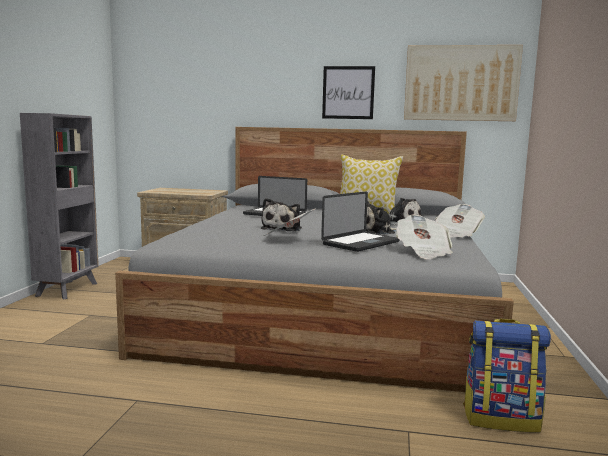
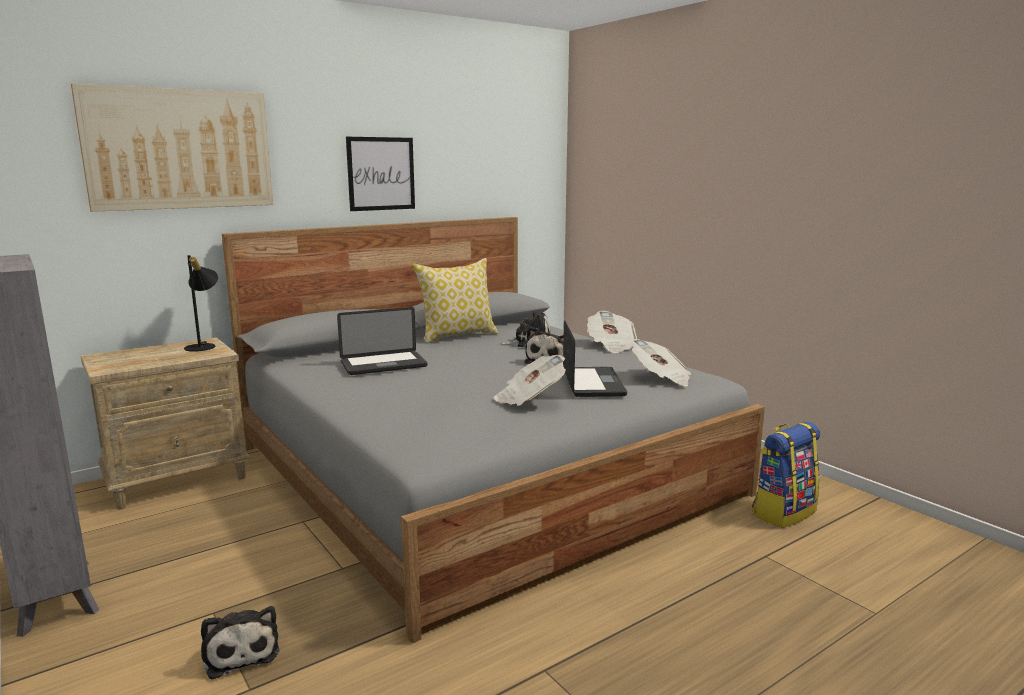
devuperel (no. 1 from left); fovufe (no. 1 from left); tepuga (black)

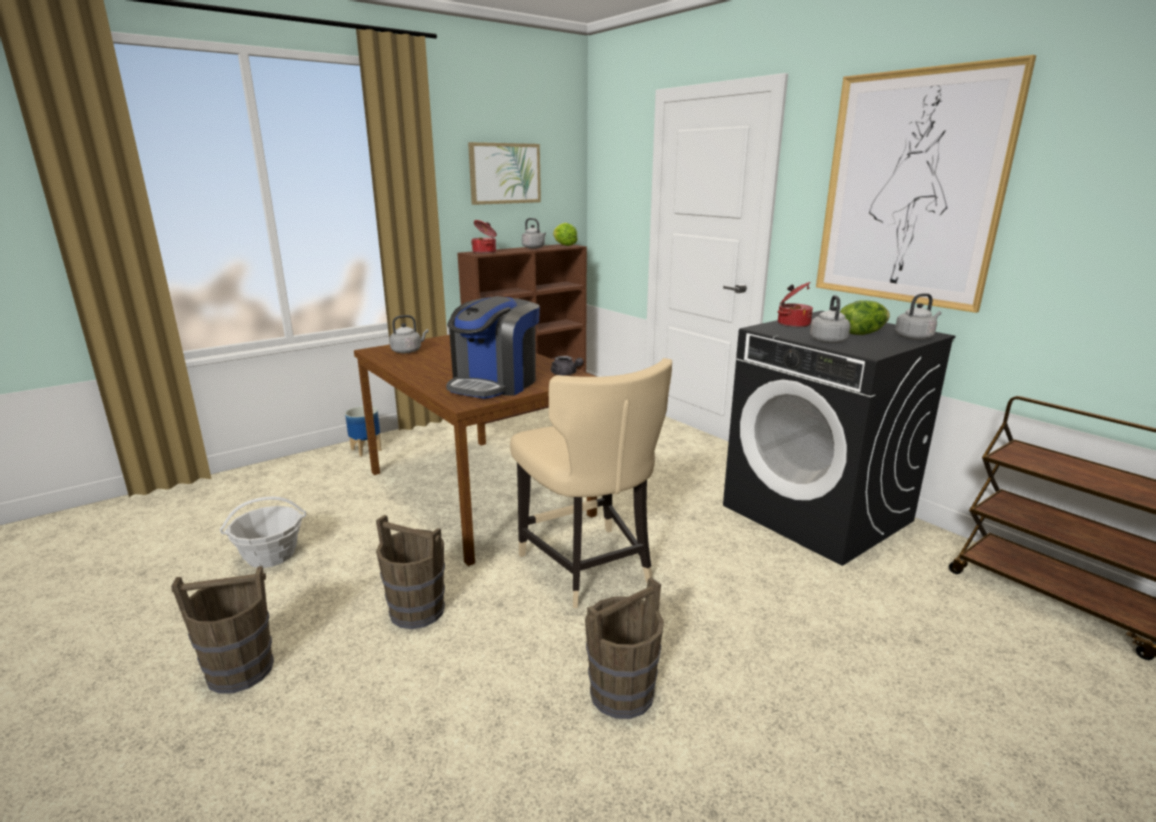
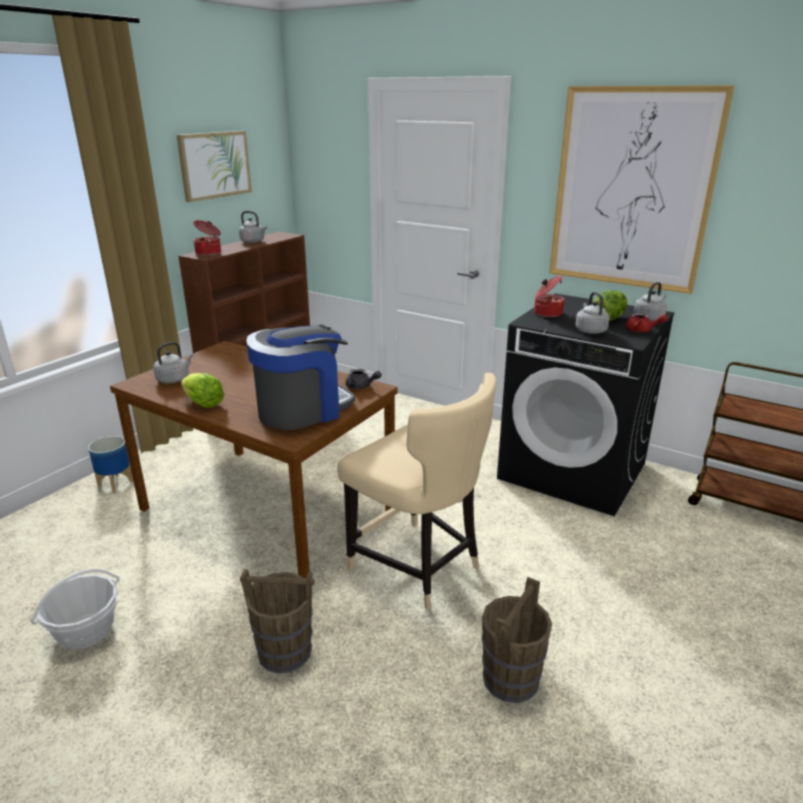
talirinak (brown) (no. 1 from left in the first image); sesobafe; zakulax (no. 1 from left); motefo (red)

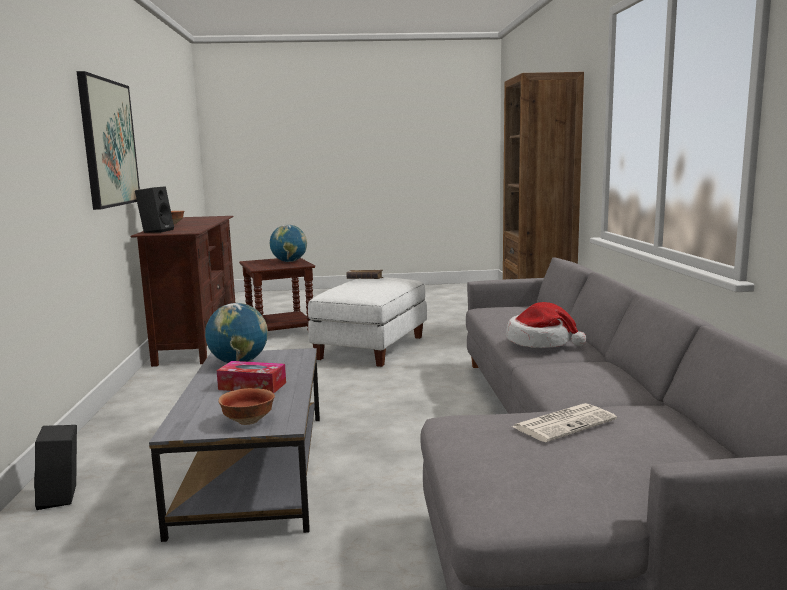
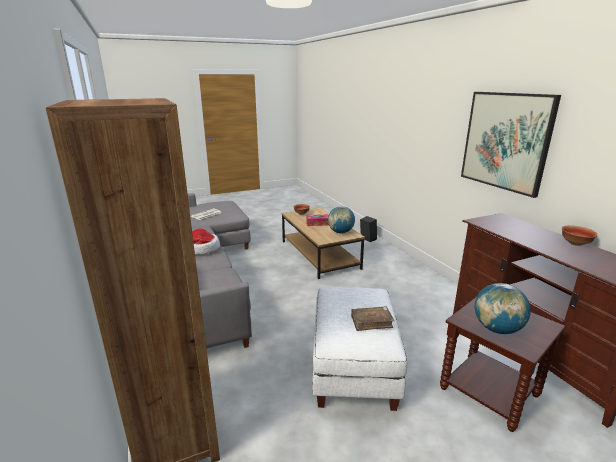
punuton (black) (no. 2 from left in the first image); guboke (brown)

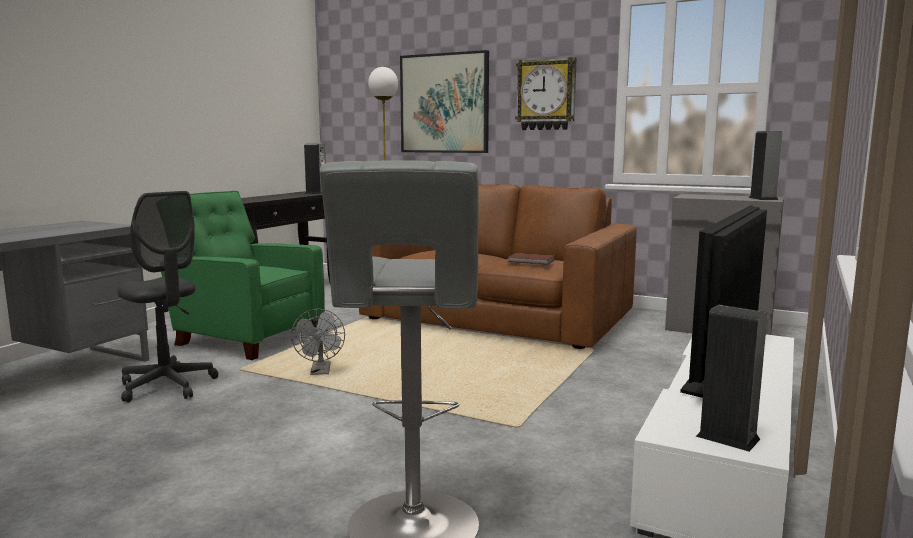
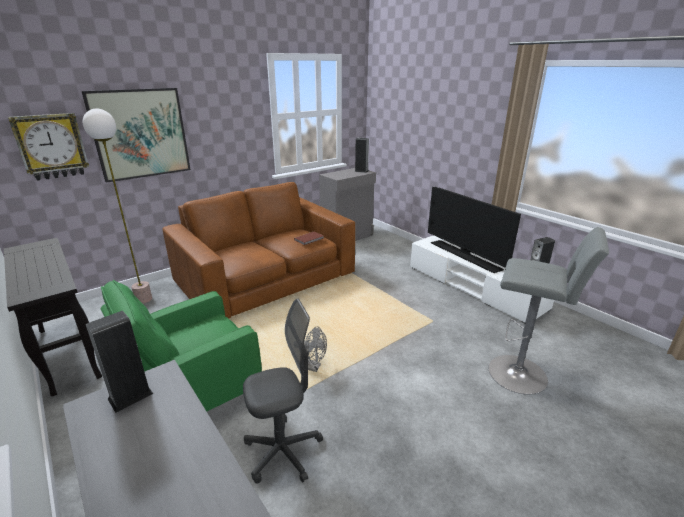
punuton (no. 1 from left); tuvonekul

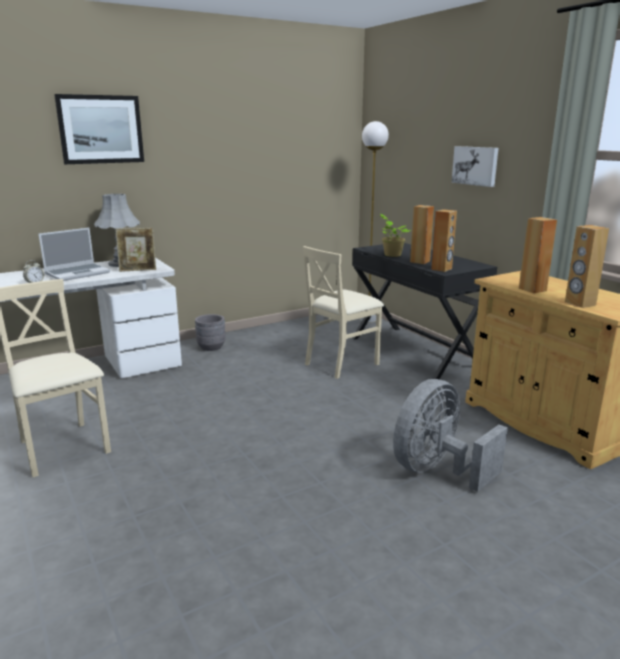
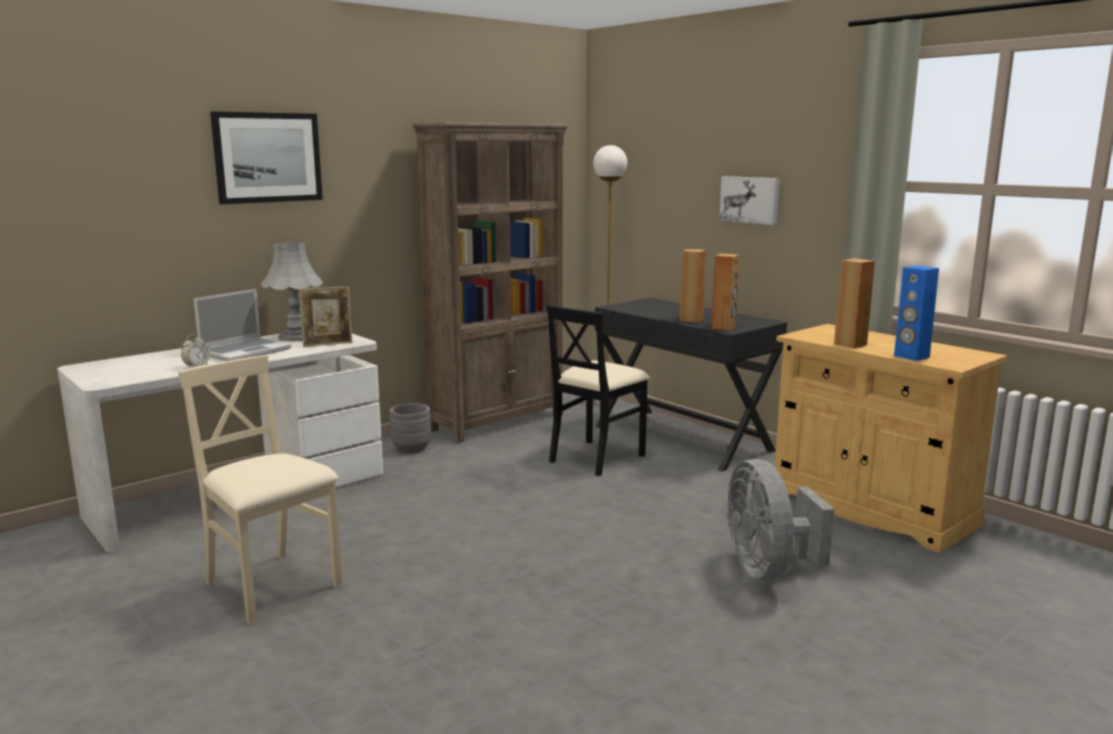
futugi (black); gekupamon; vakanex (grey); punuton (blue); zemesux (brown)

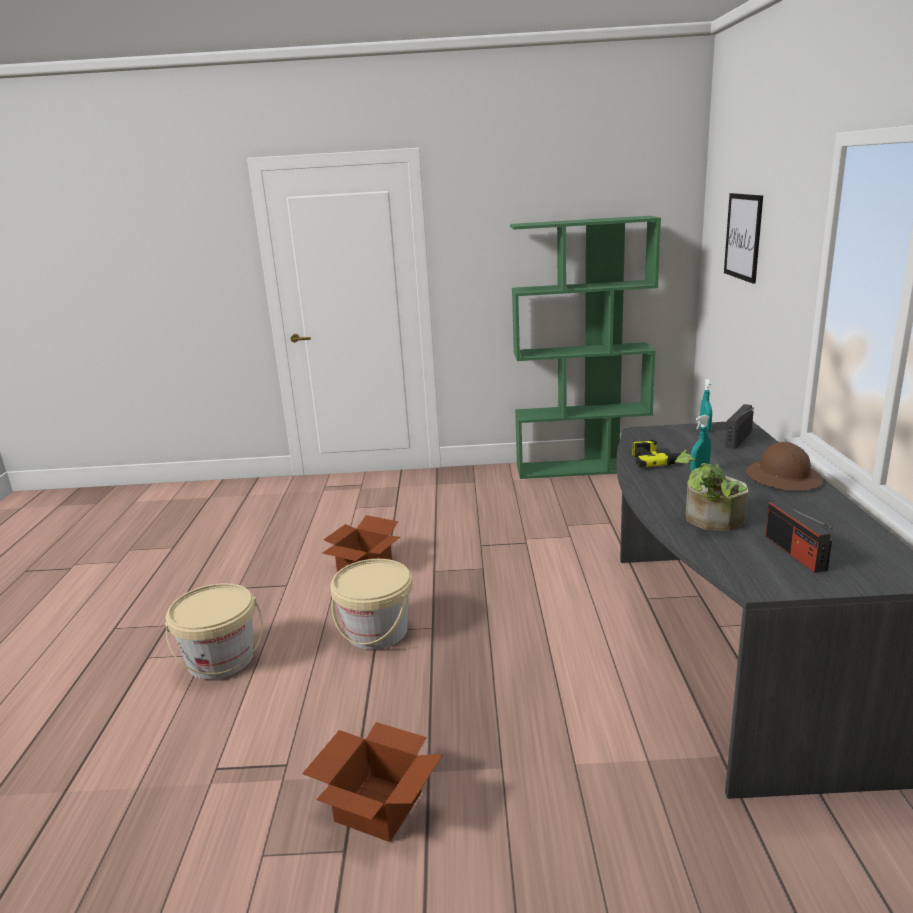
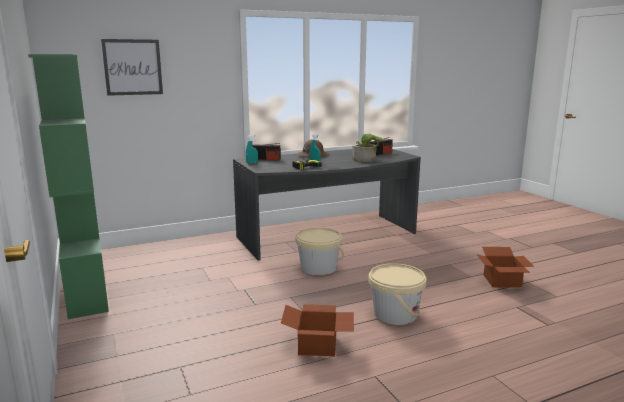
talirinak (beige) (no. 1 from left)

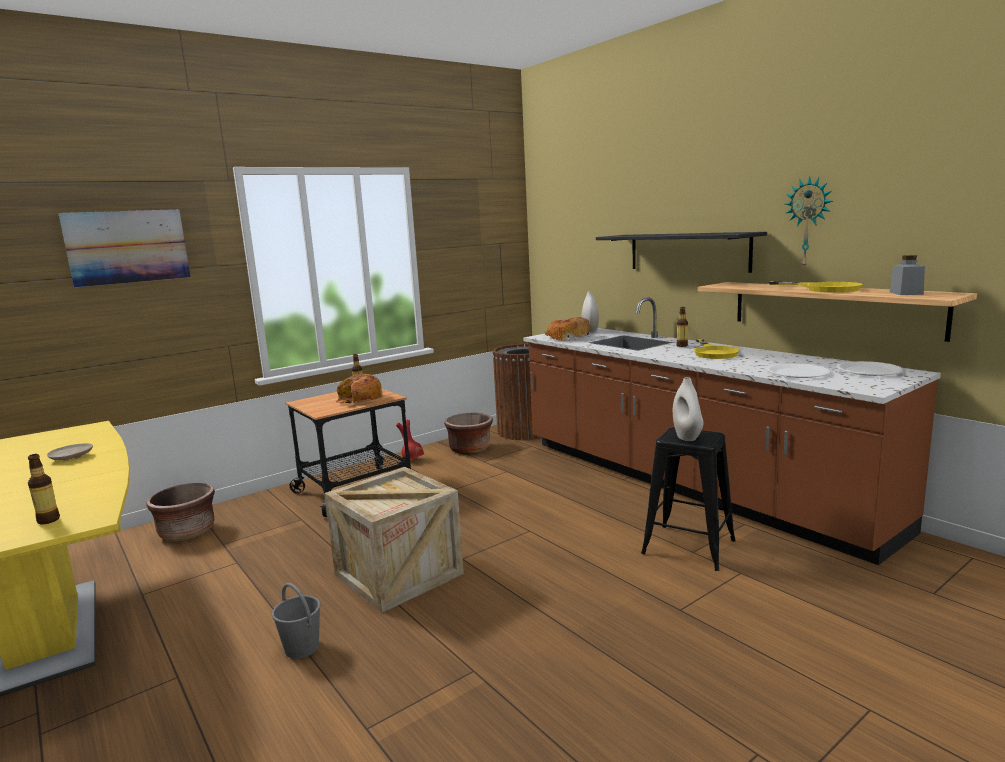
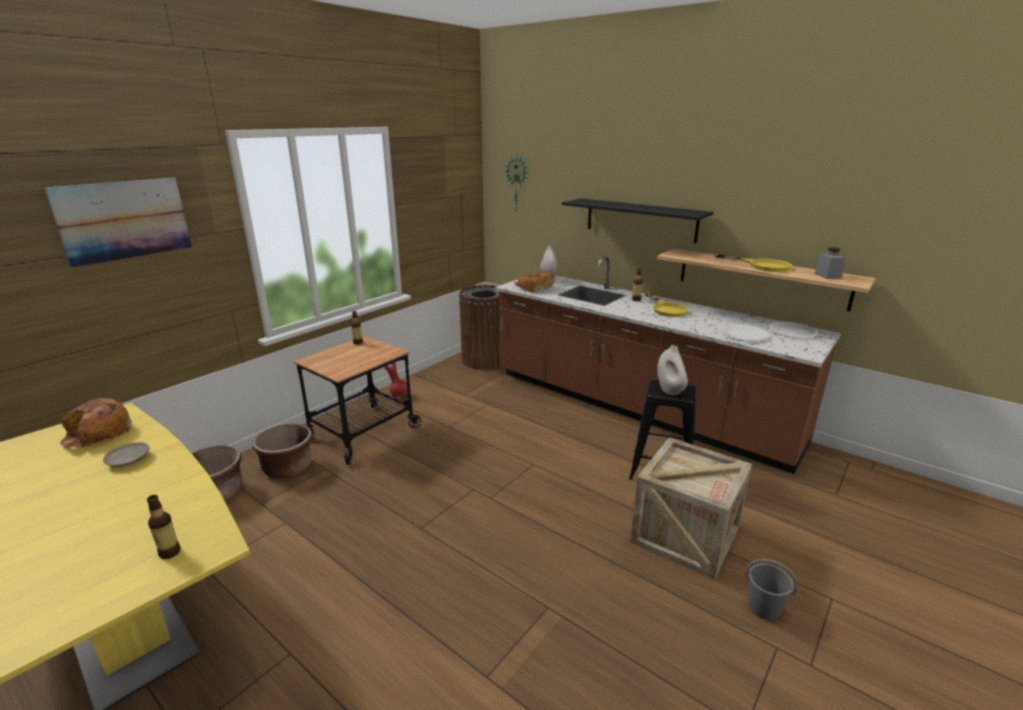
talirinak (grey); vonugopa; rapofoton (no. 1 from left); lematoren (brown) (no. 2 from left); tuvonekul

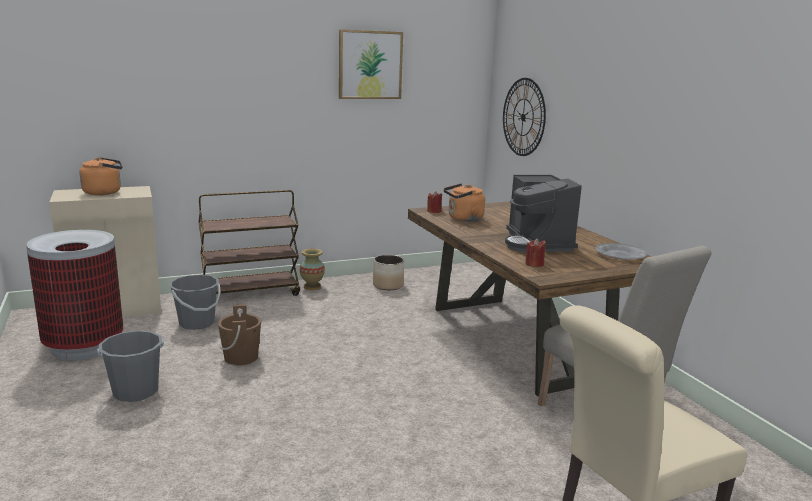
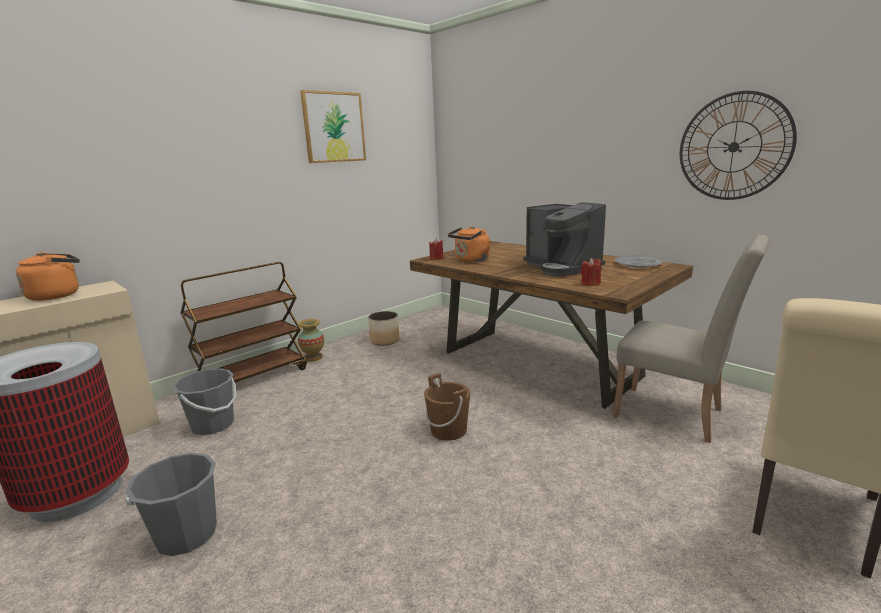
talirinak (brown); tuvonekul

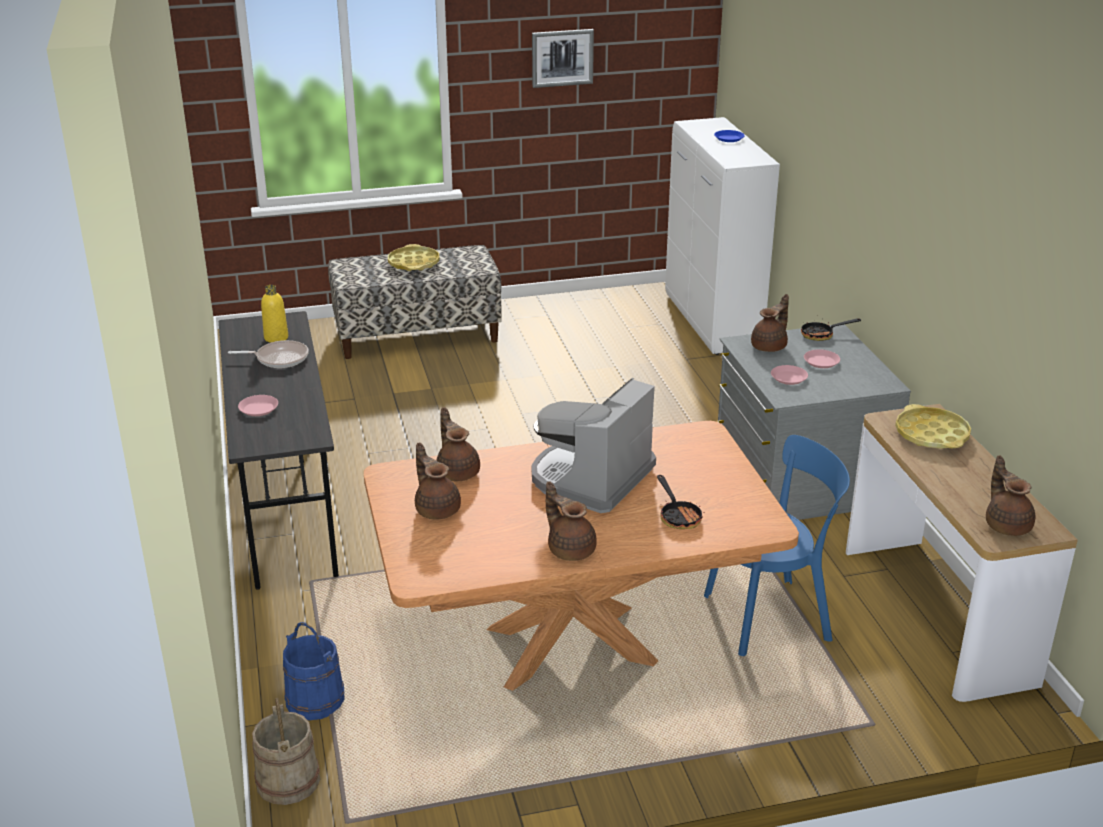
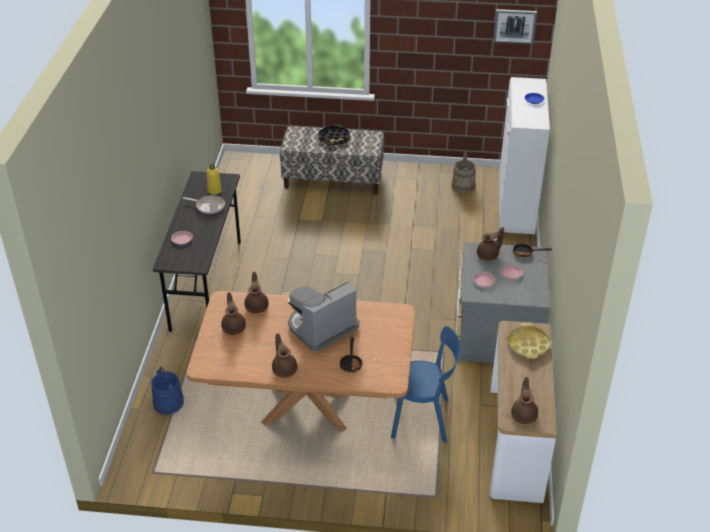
talirinak (beige); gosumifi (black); fovufe

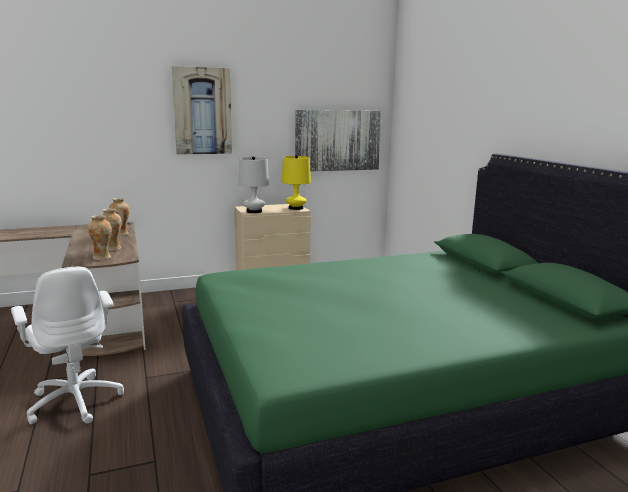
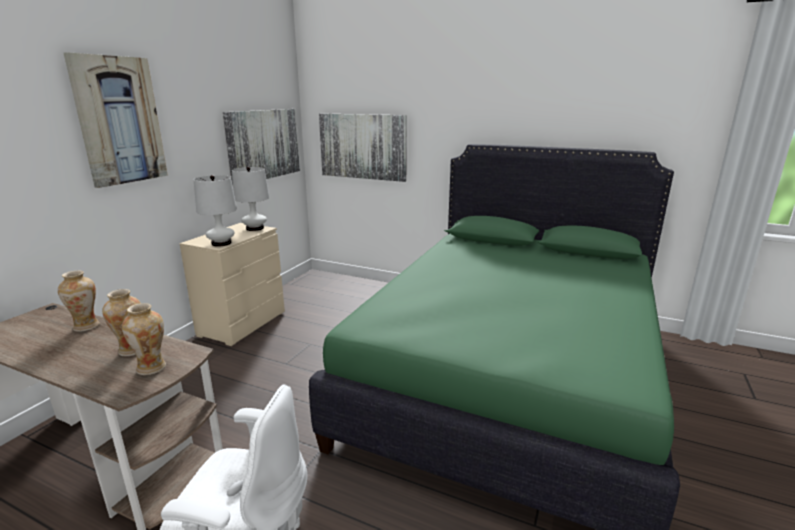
tepuga (white) (no. 2 from left); fovufe (no. 3 from left)

